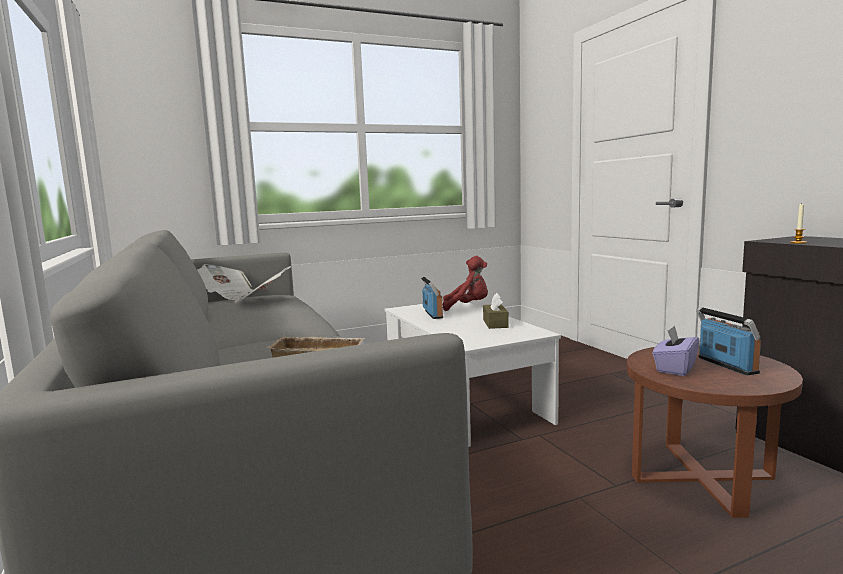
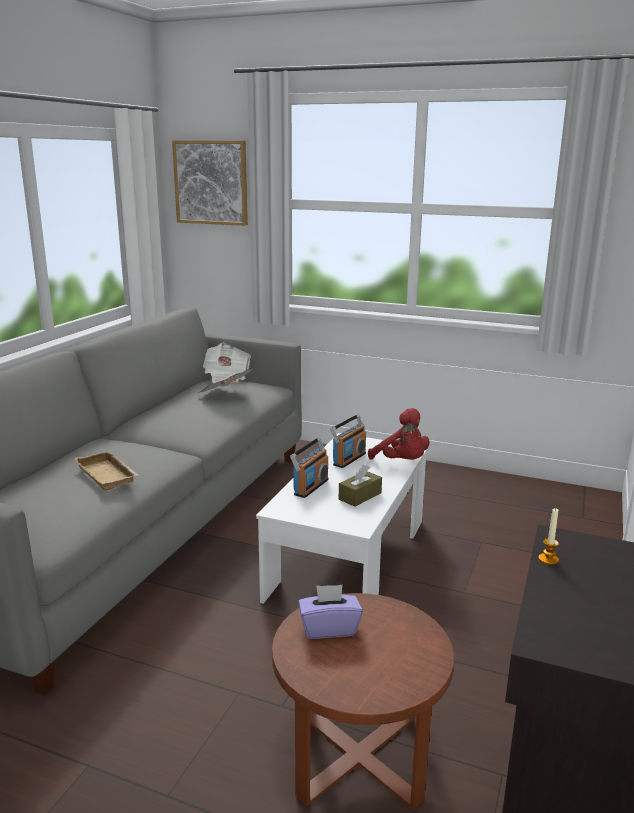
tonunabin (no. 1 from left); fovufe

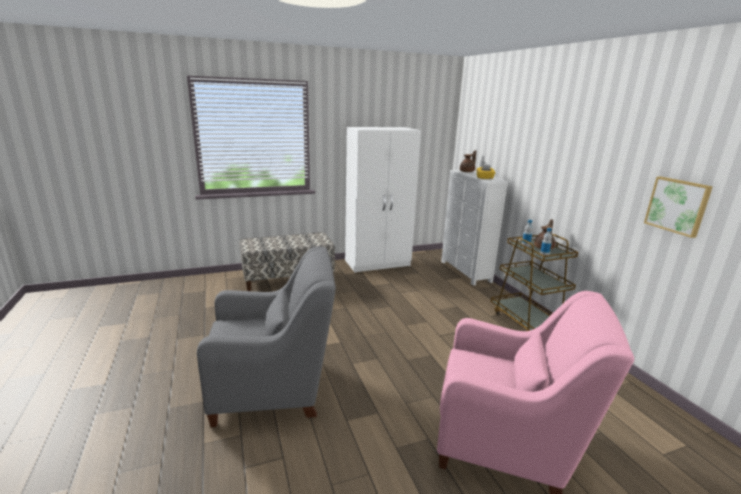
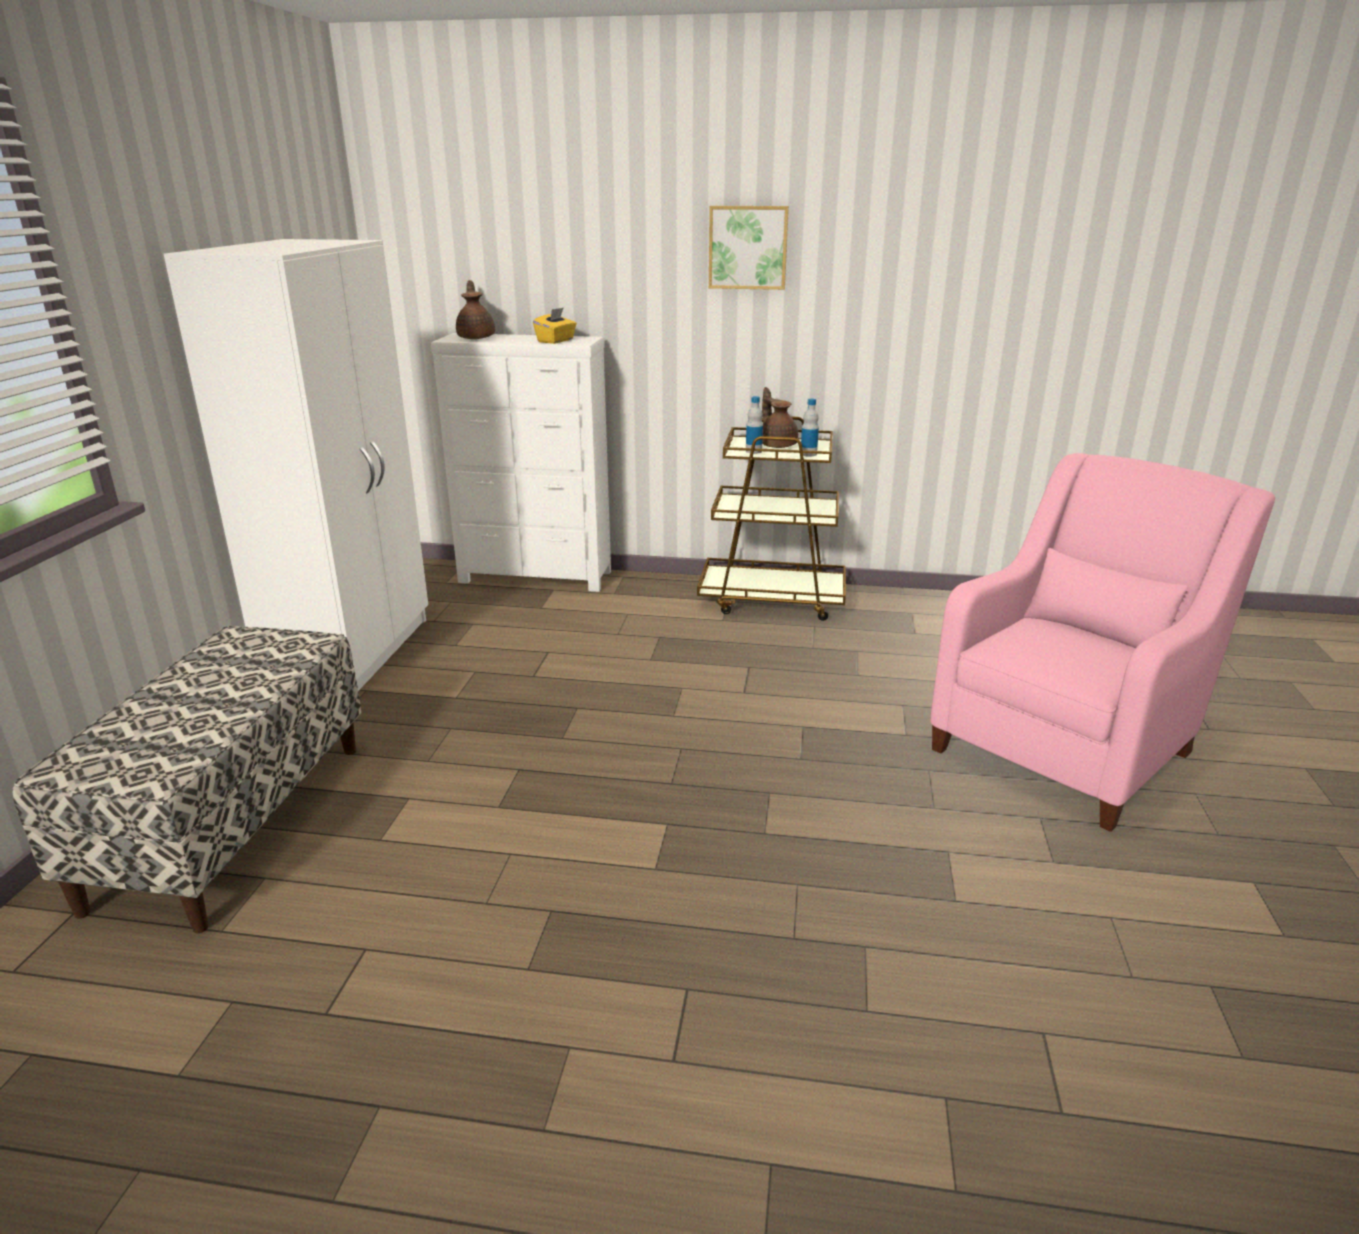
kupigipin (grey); fovufe

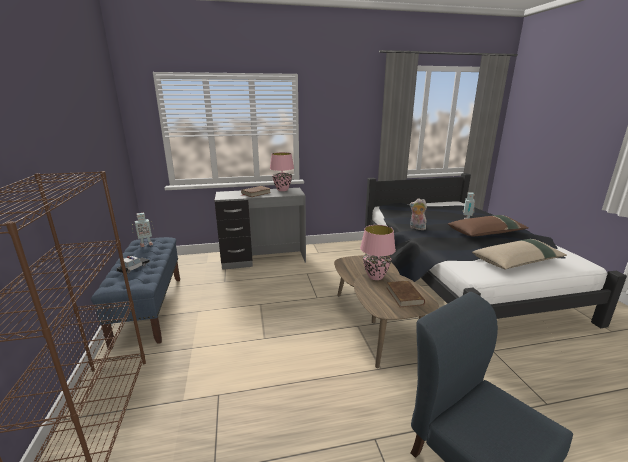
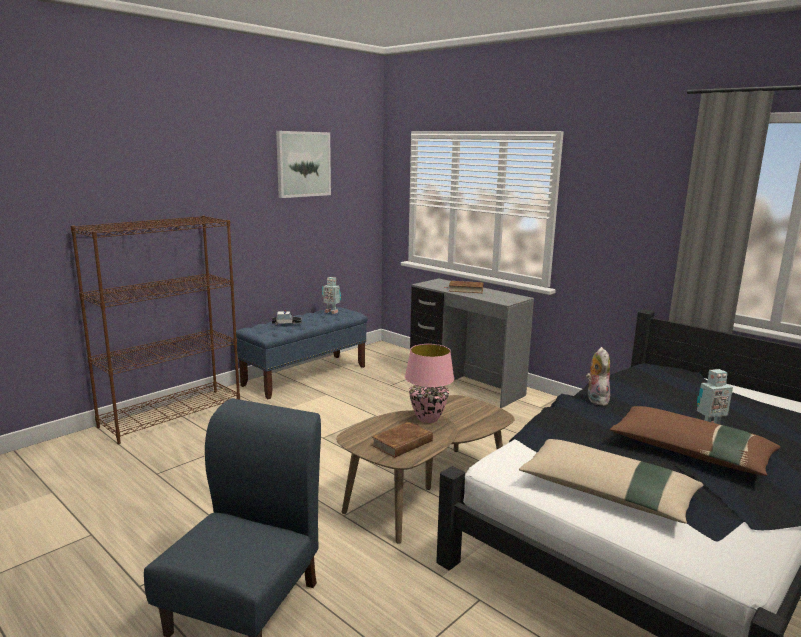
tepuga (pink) (no. 1 from left in the first image); fovufe

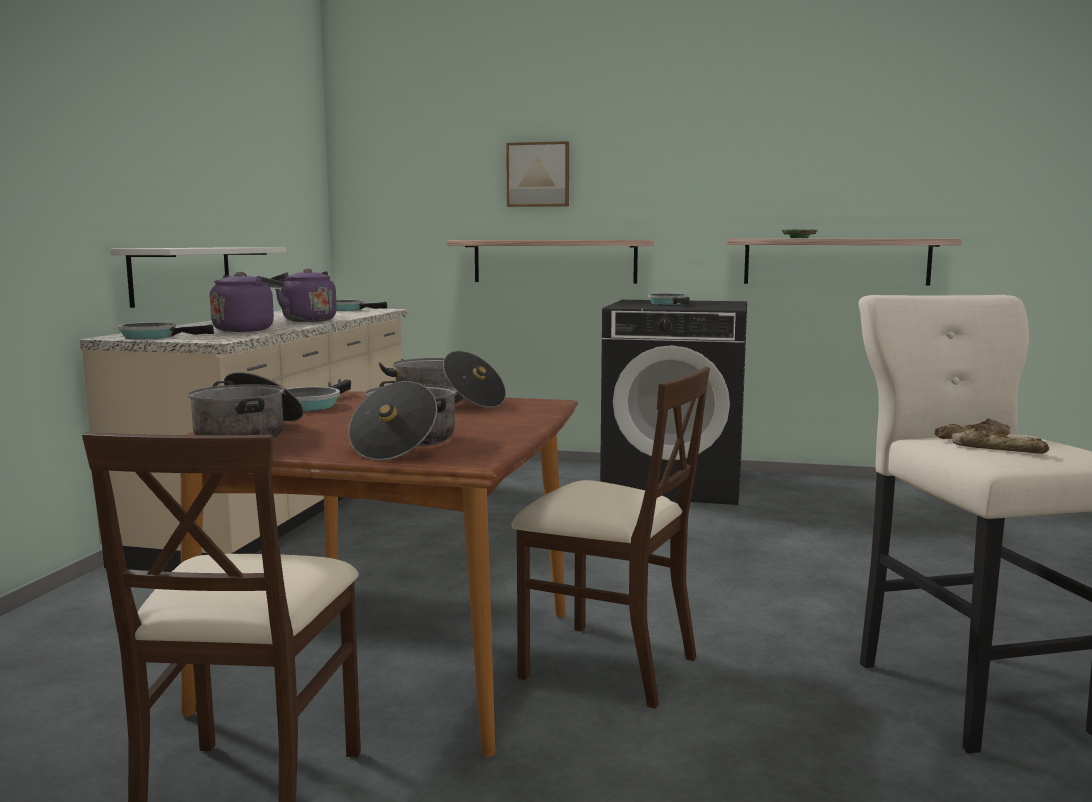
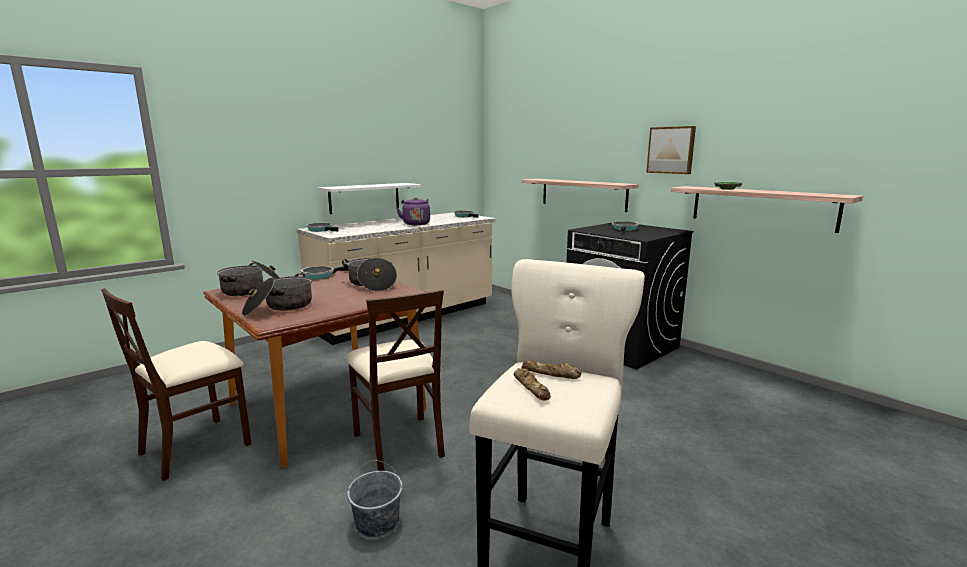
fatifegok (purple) (no. 1 from left in the first image); fovufe; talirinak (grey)

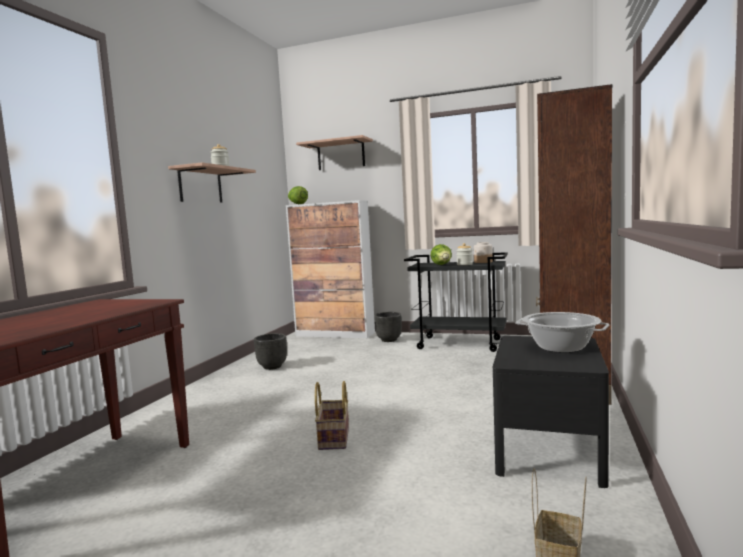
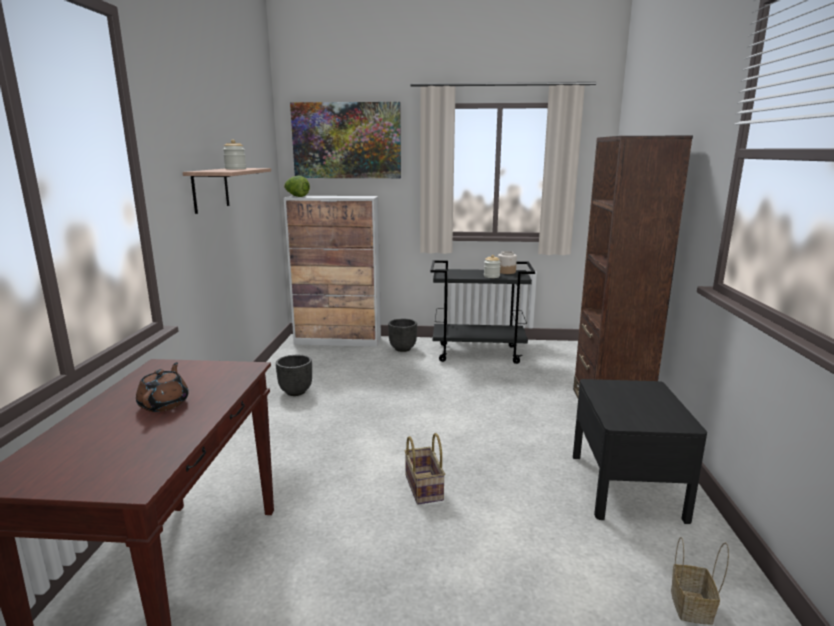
fovufe; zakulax (no. 2 from left in the first image); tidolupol; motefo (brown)

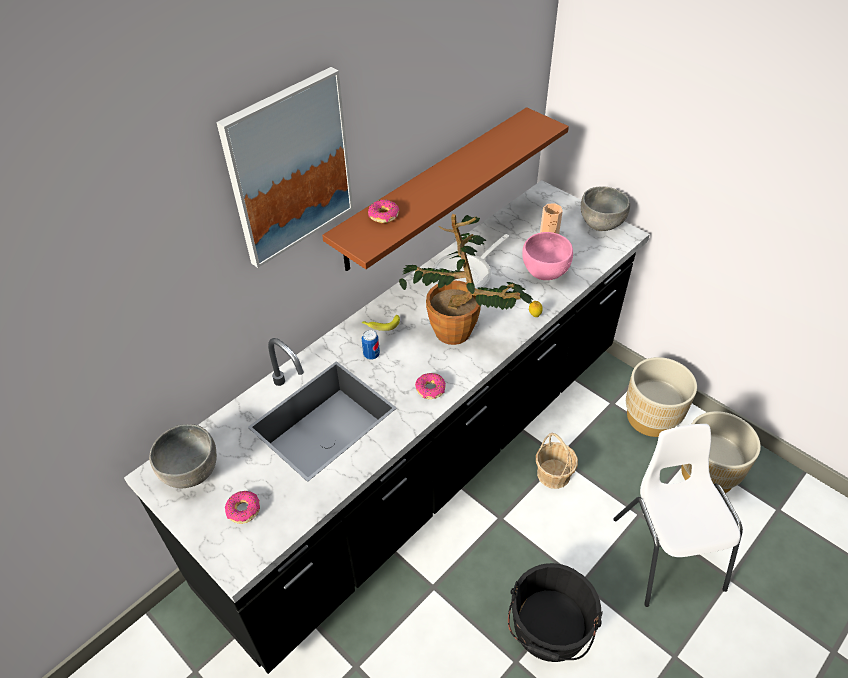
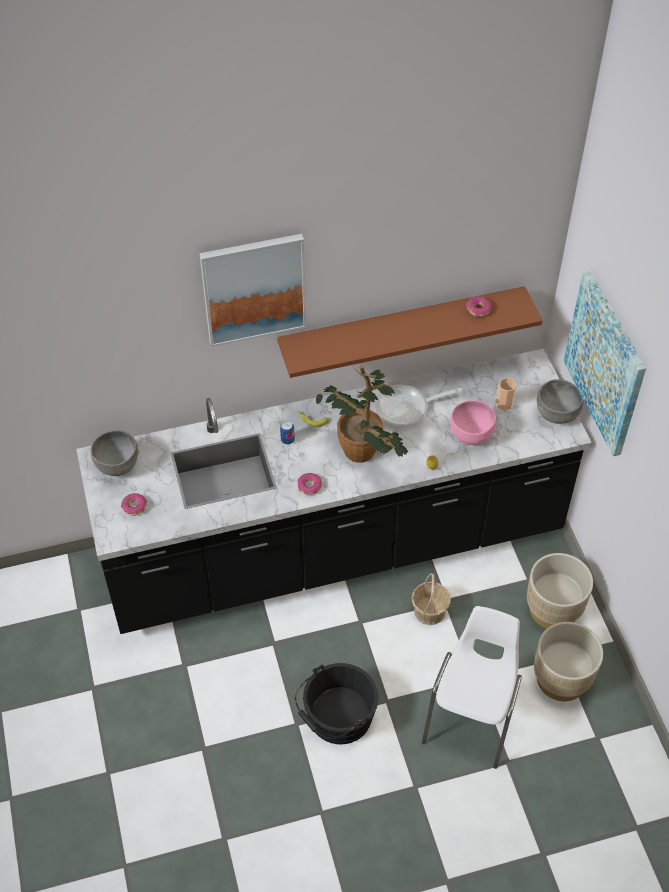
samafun (no. 3 from left); fovufe (no. 2 from left)

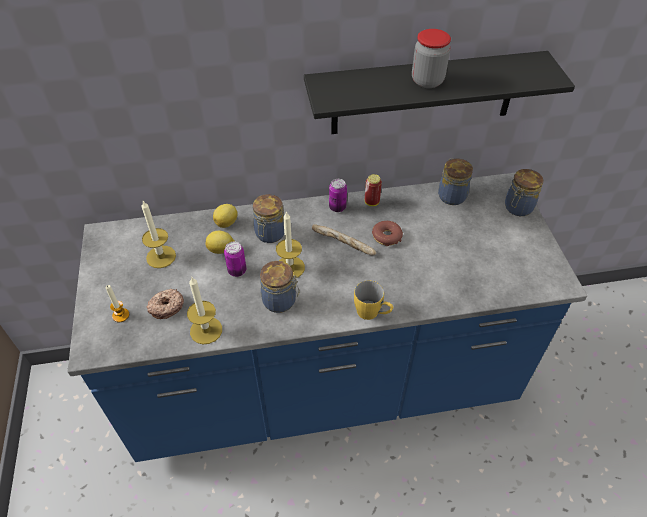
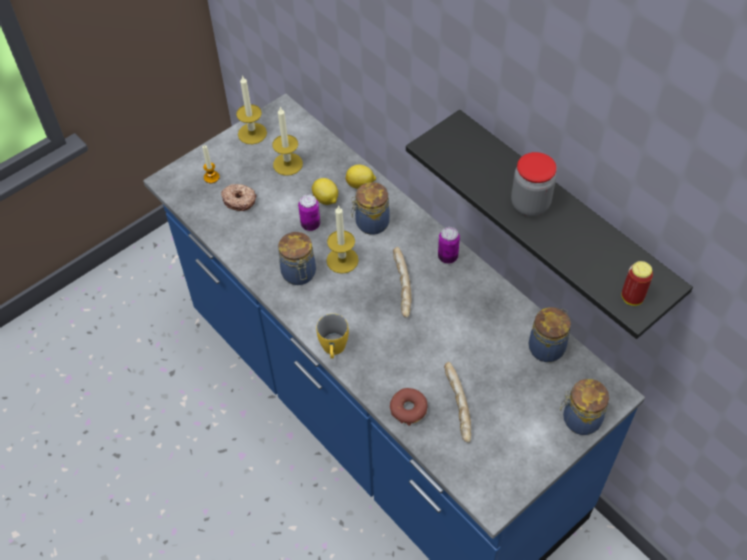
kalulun (no. 2 from left); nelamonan (no. 3 from left); samafun (no. 2 from left); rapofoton (no. 2 from left)

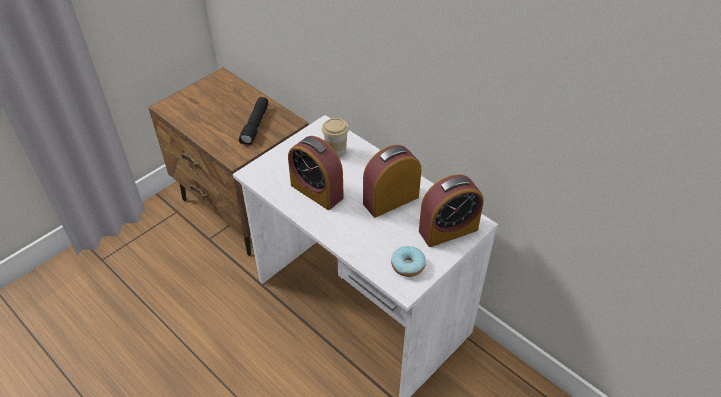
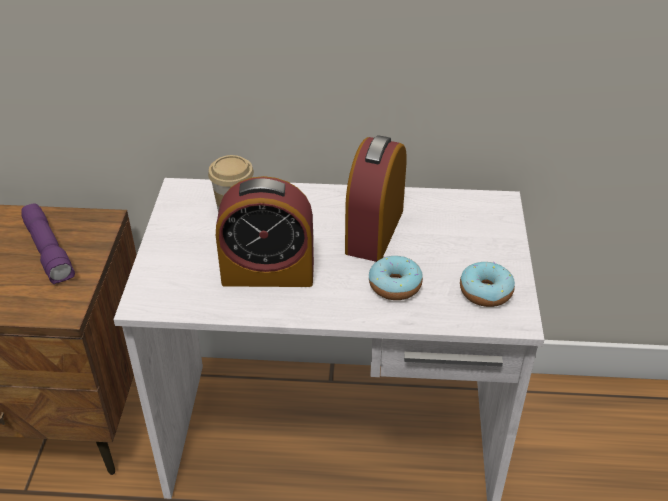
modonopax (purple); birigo (no. 3 from left in the first image); samafun (no. 1 from left)

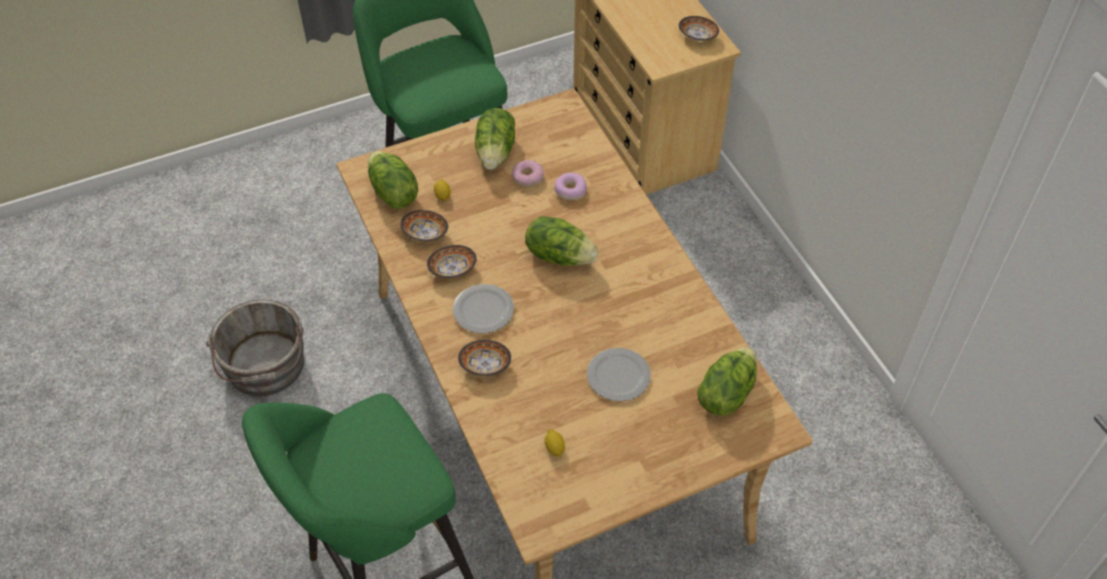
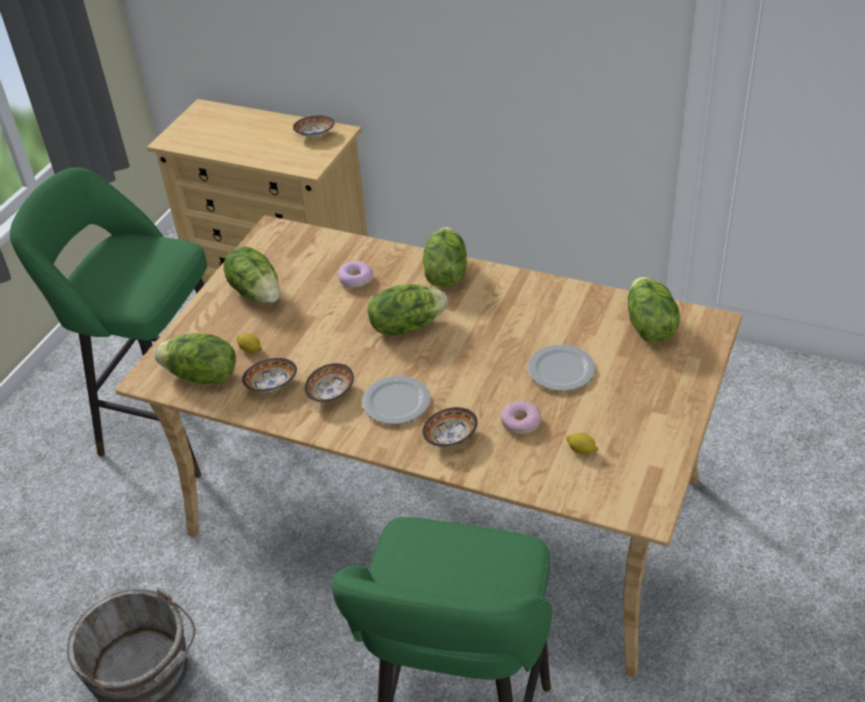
samafun (no. 2 from left); zakulax (no. 4 from left)

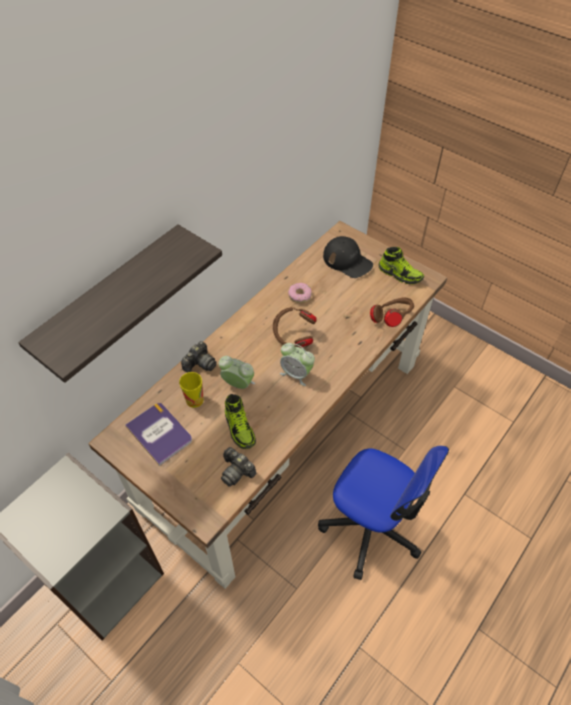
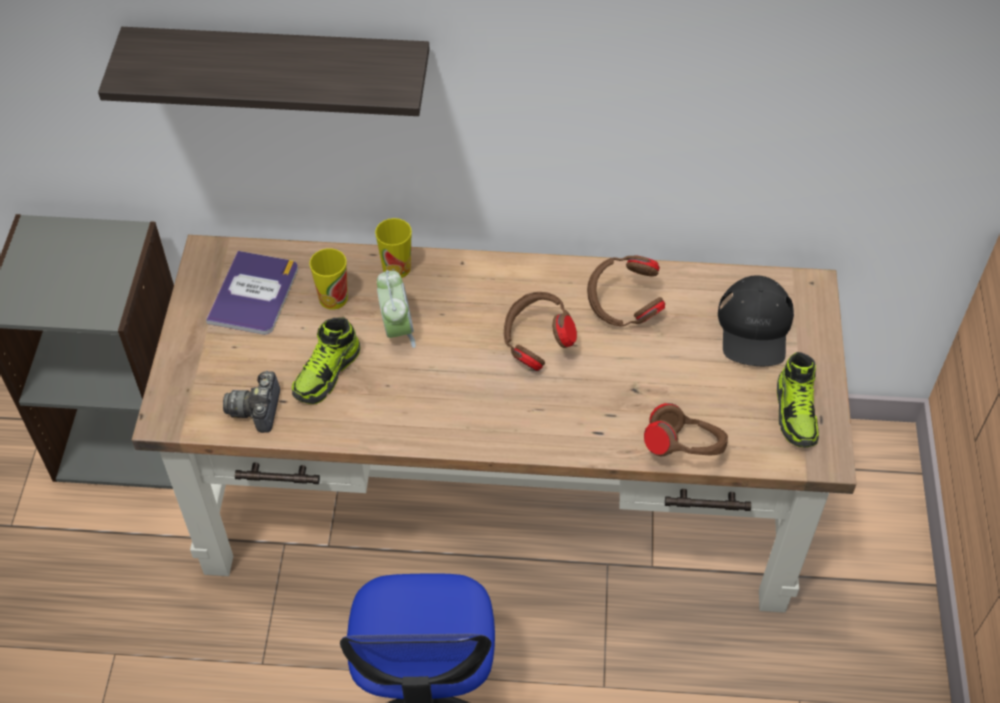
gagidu (no. 2 from left); birigo (no. 2 from left in the first image); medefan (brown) (no. 2 from left)

